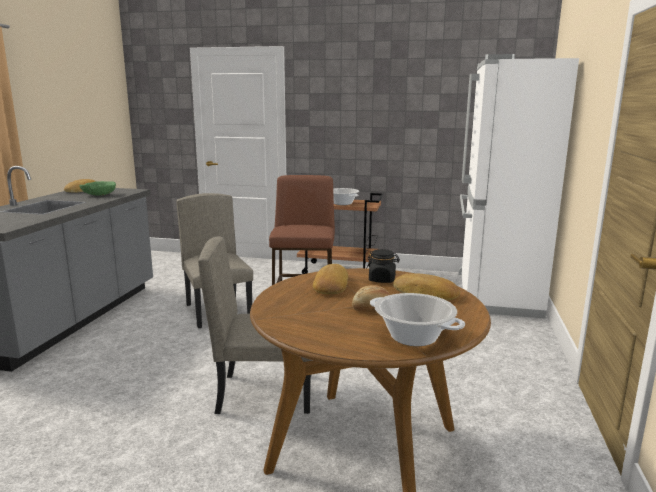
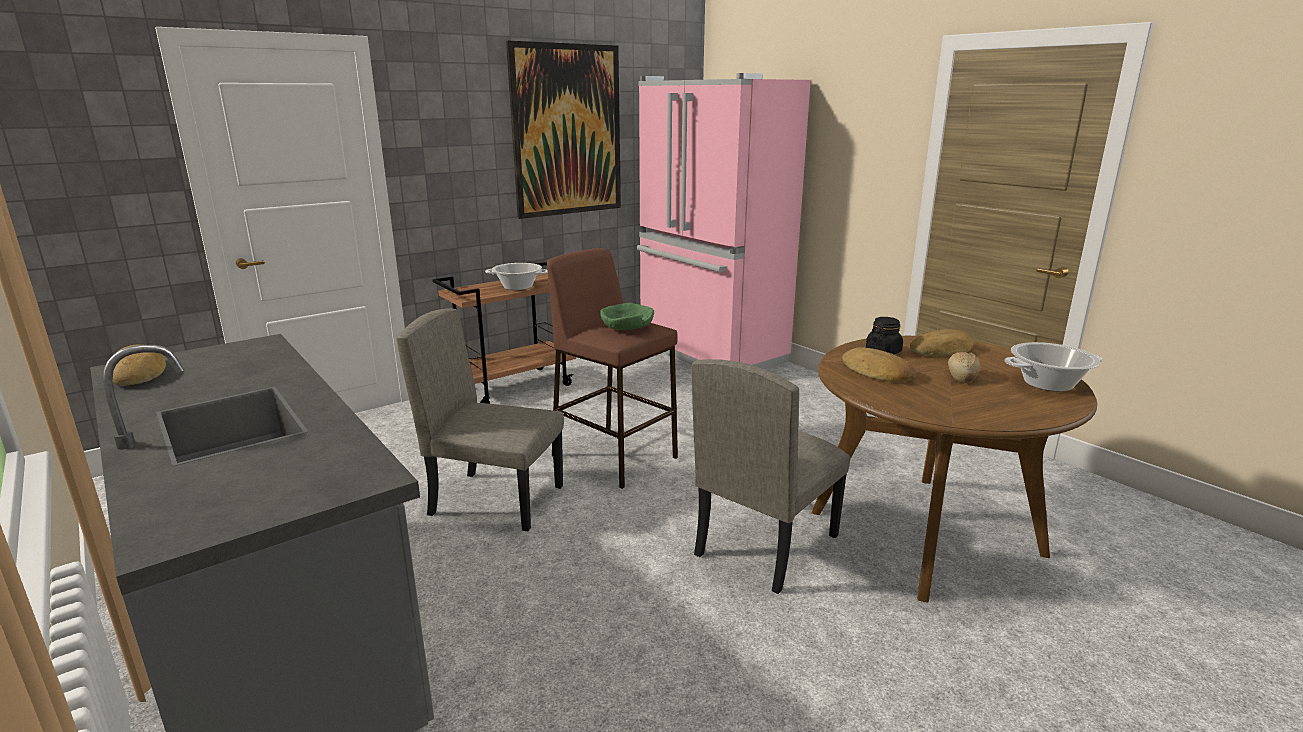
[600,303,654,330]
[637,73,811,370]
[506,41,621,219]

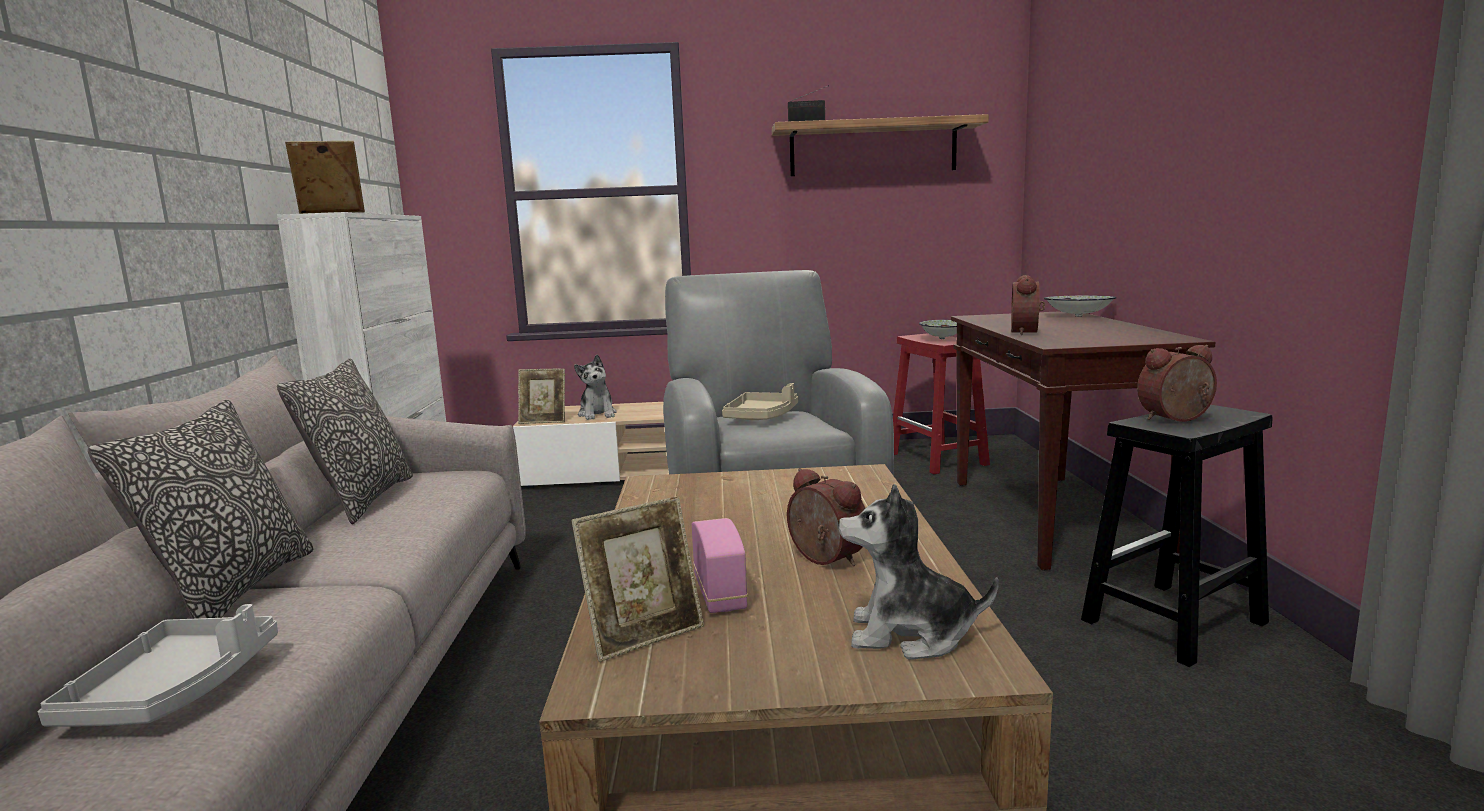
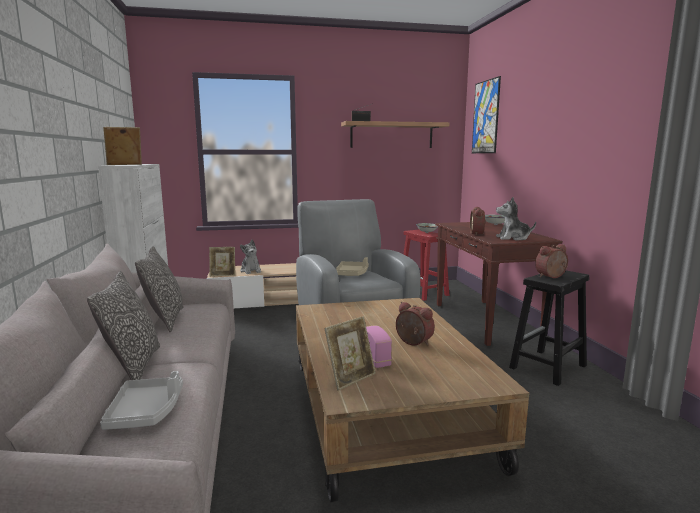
[496,197,536,241]
[472,76,501,153]

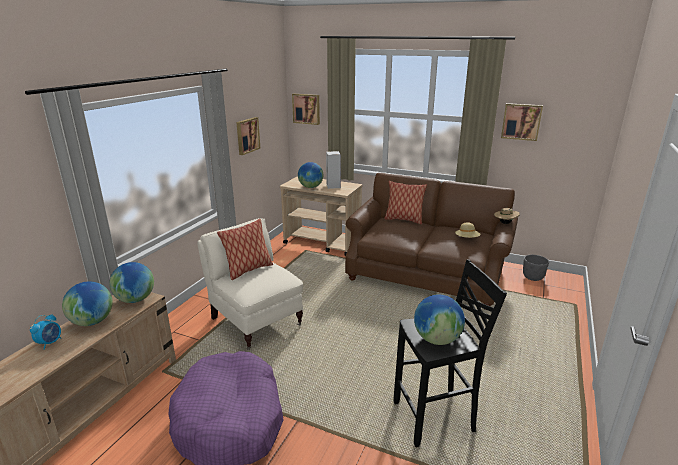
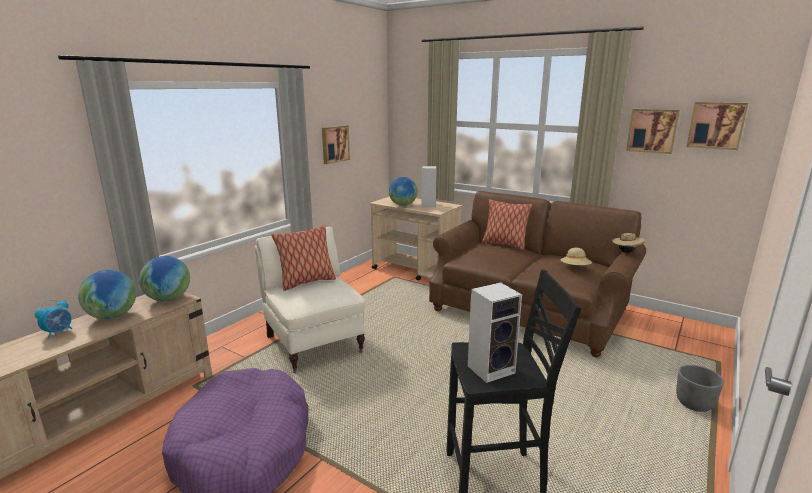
[687,102,748,150]
[468,282,522,383]
[676,365,724,412]

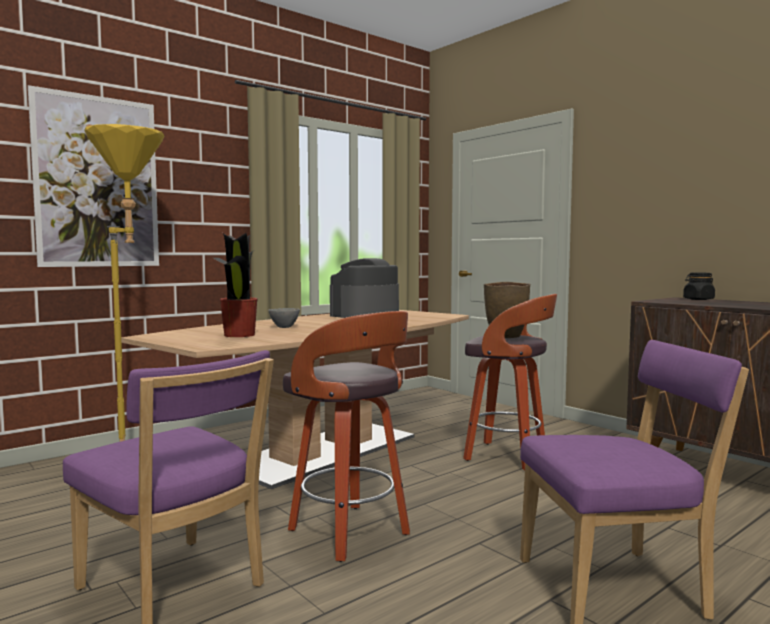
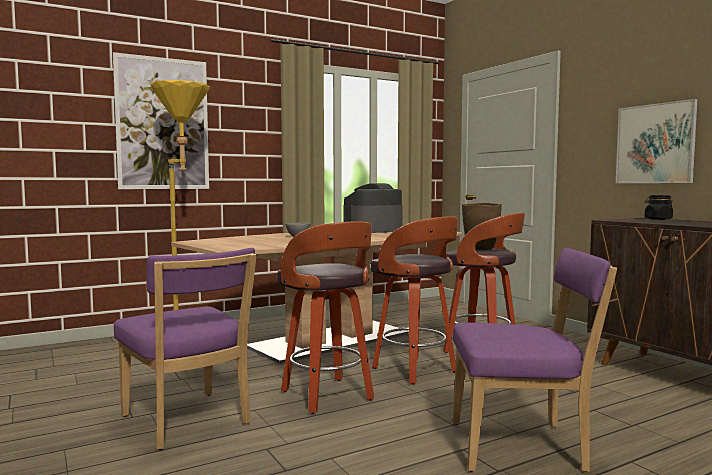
[213,233,258,337] (first image)
[371,216,458,384]
[616,99,698,183]

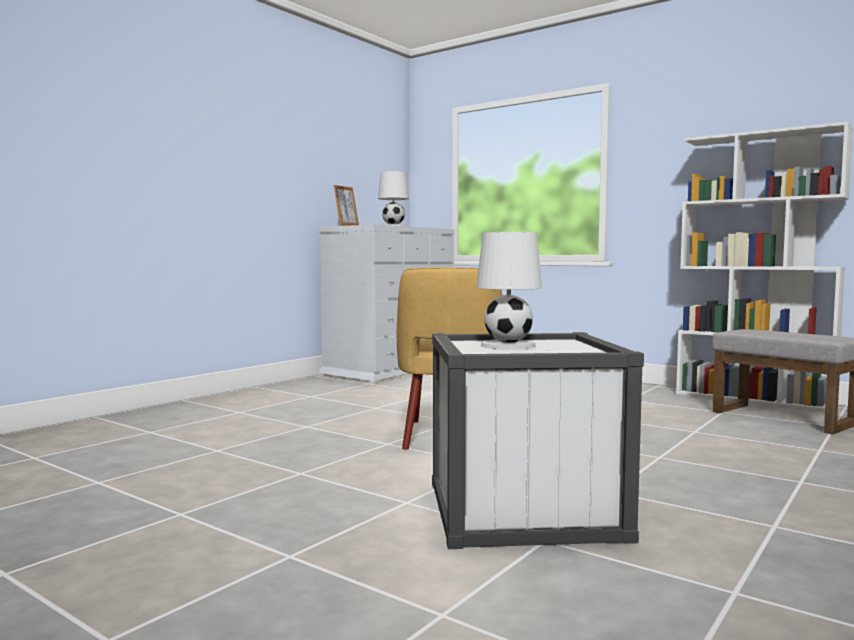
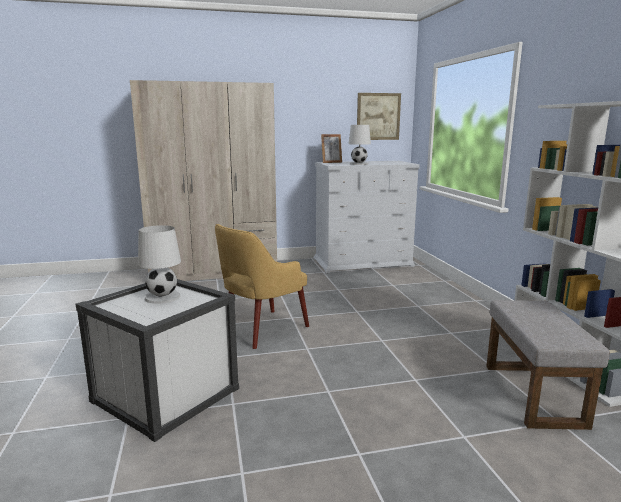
[130,80,277,281]
[357,93,401,140]

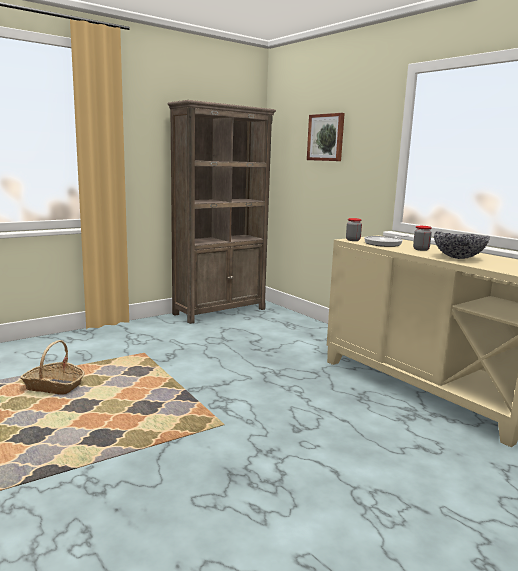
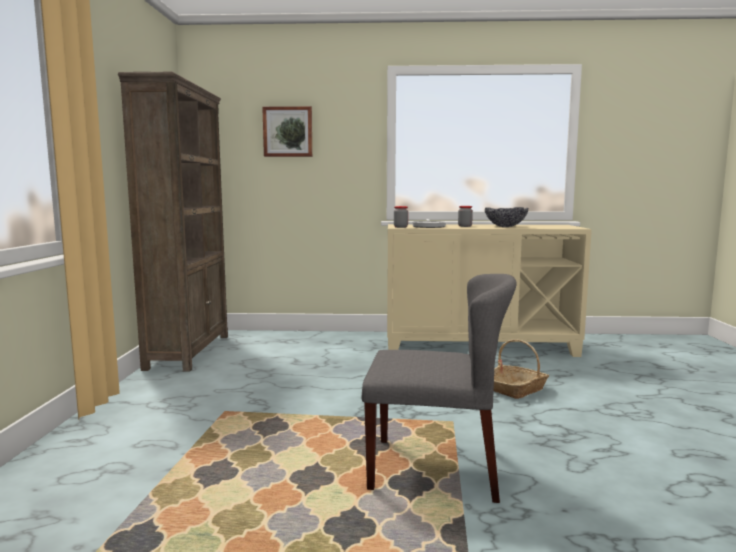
[494,339,549,399]
[362,274,517,503]

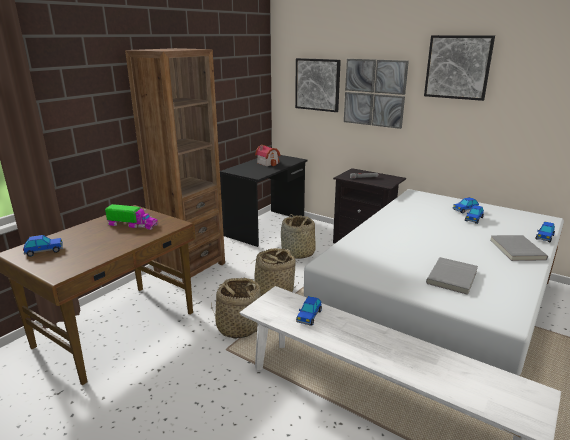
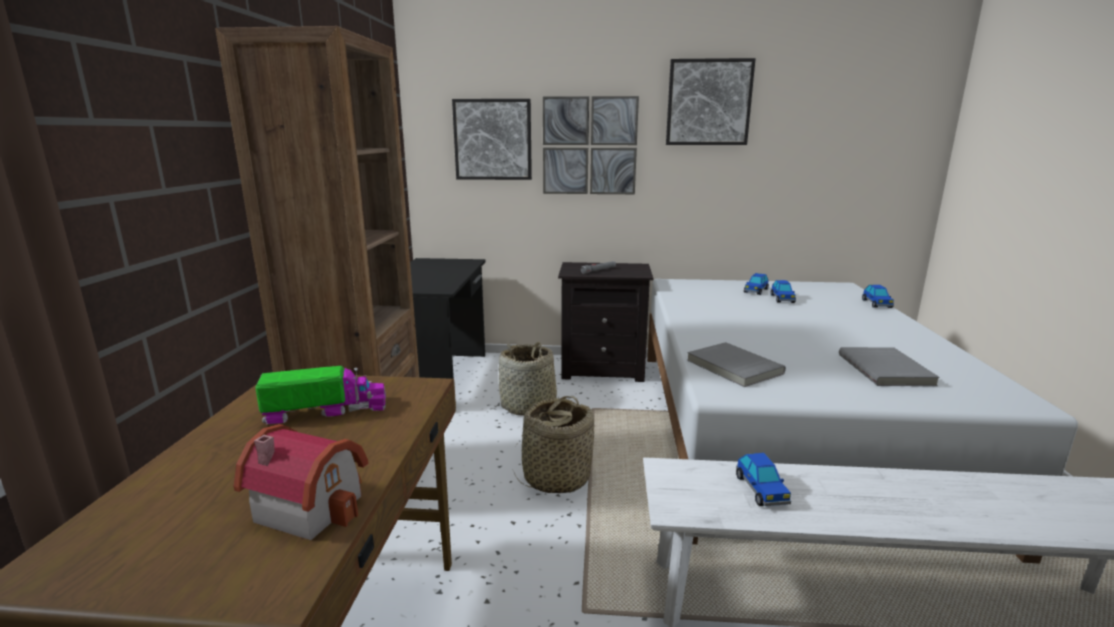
[23,235,63,257] (first image)
[211,278,261,338] (first image)
[234,424,368,540]
[687,342,786,387]

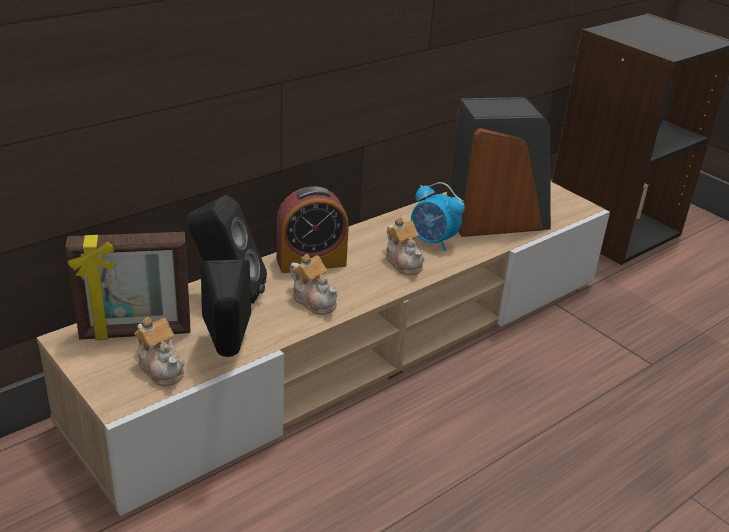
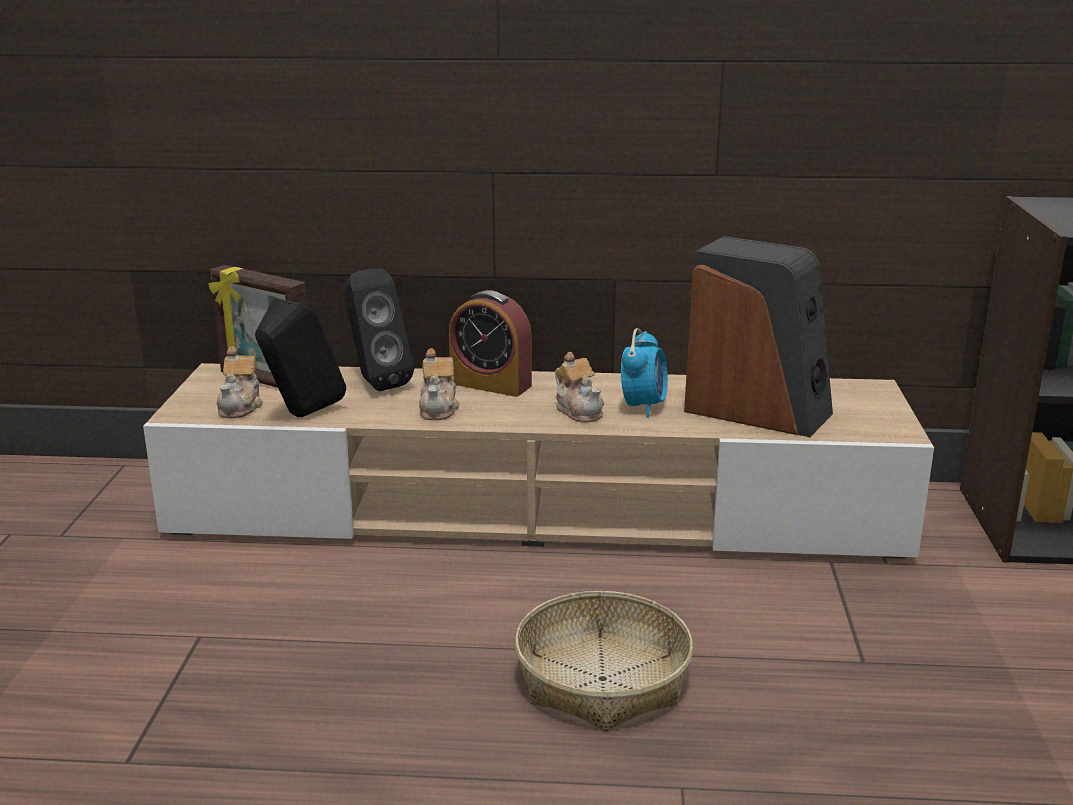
[555,352,604,423]
[621,328,668,417]
[515,591,693,731]

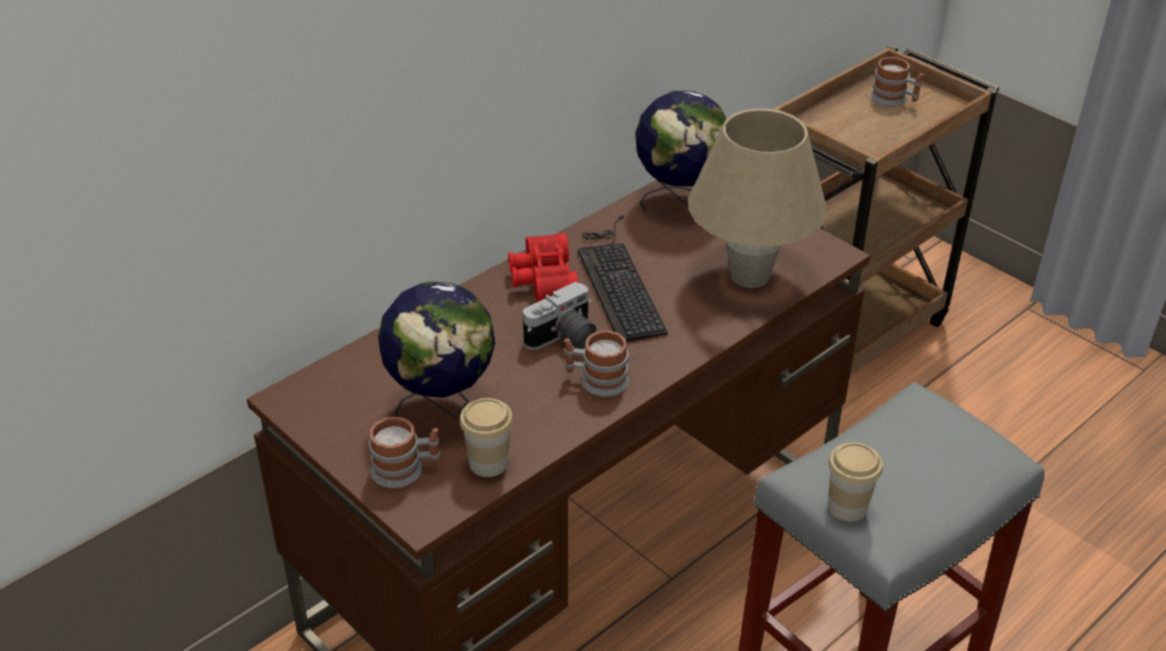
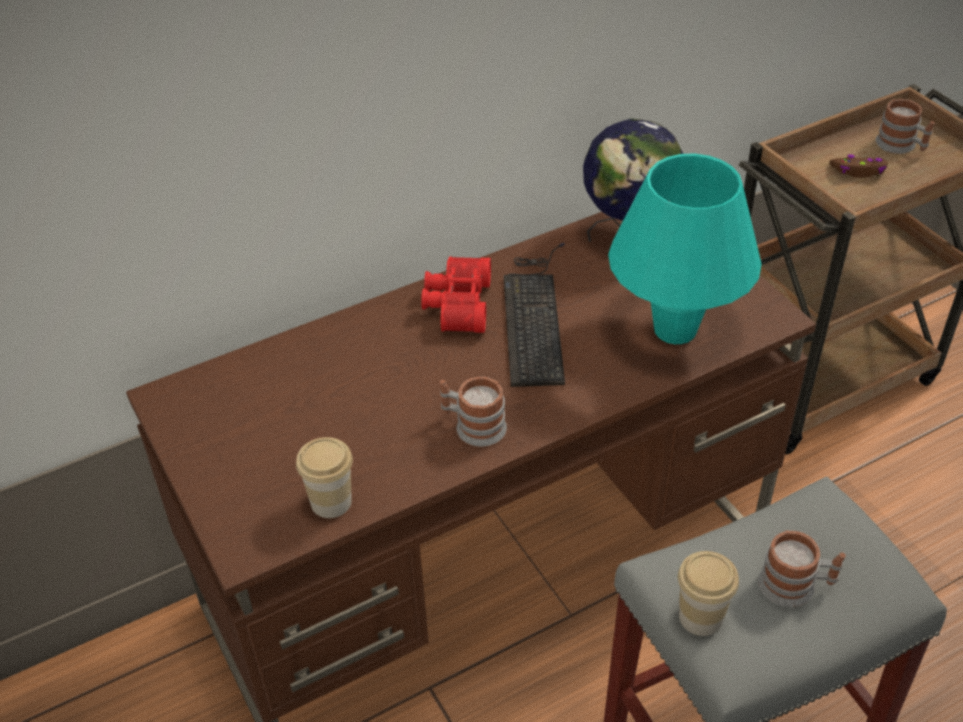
[758,530,846,607]
[378,282,495,418] (first image)
[523,282,597,350] (first image)
[608,153,762,344]
[829,154,888,178]

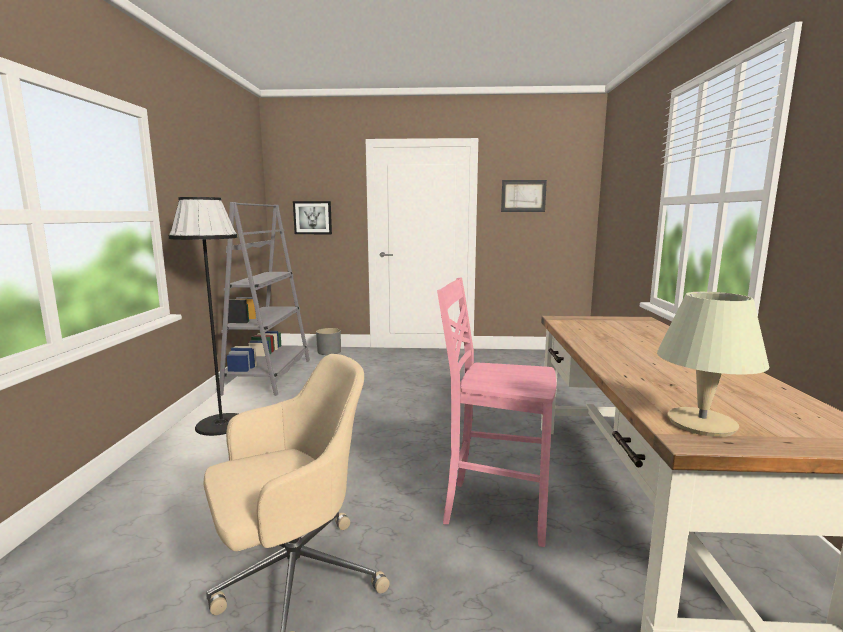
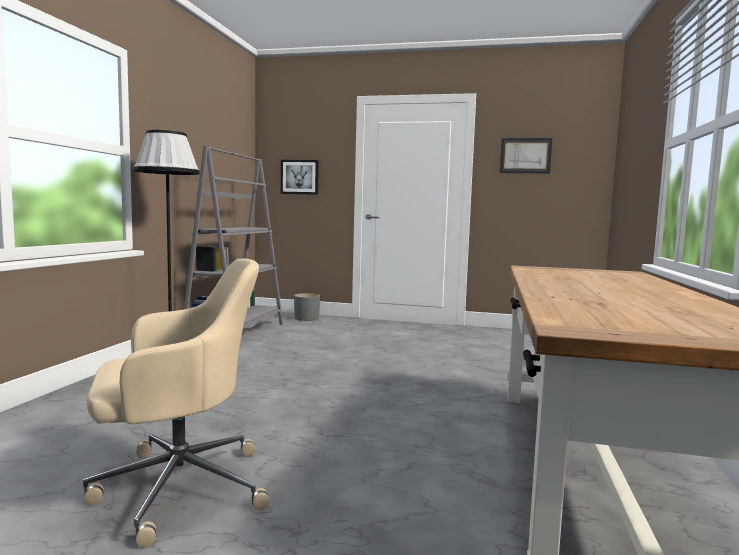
[437,277,557,547] (first image)
[657,292,769,437] (first image)

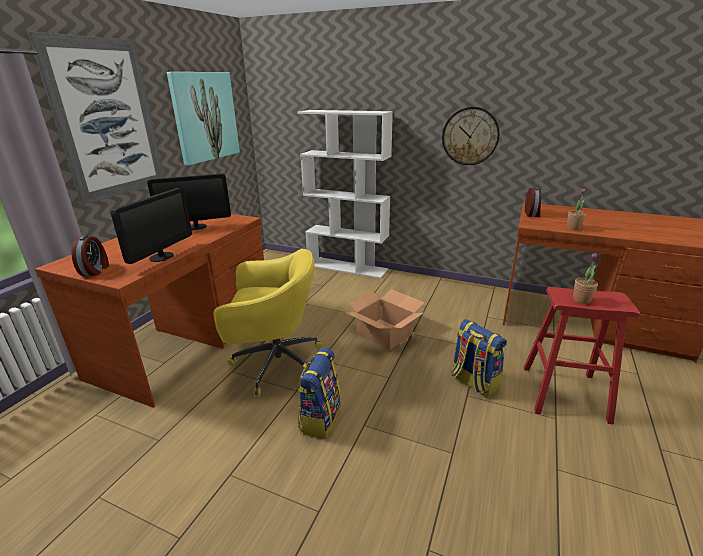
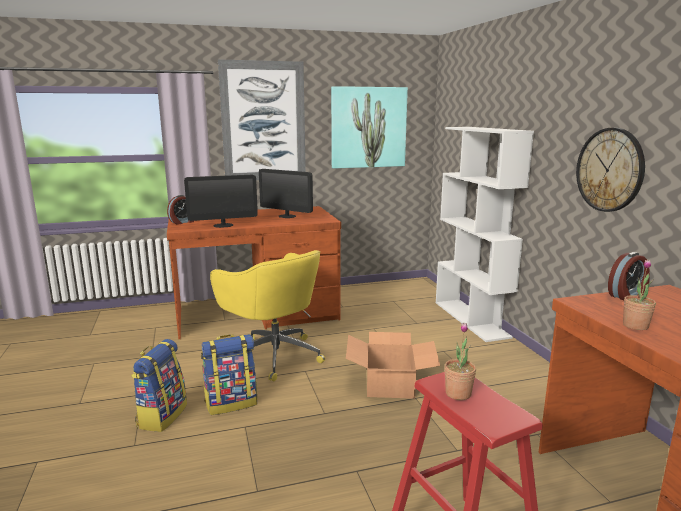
[131,339,187,432]

